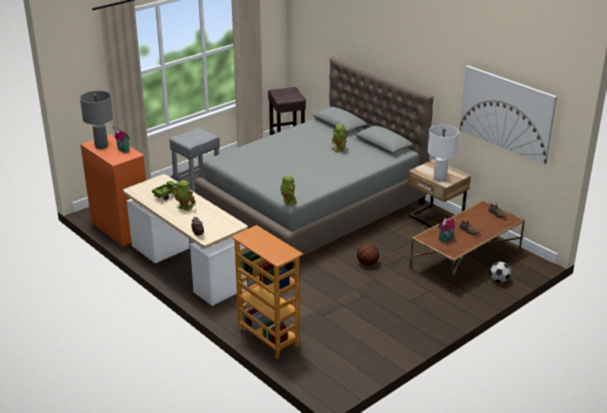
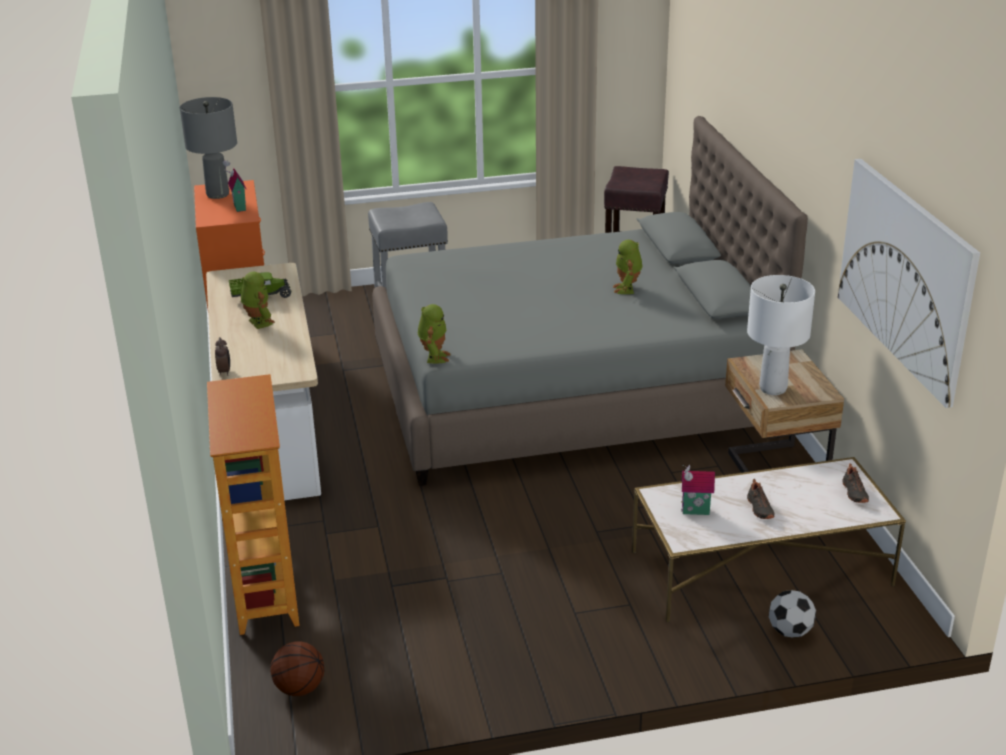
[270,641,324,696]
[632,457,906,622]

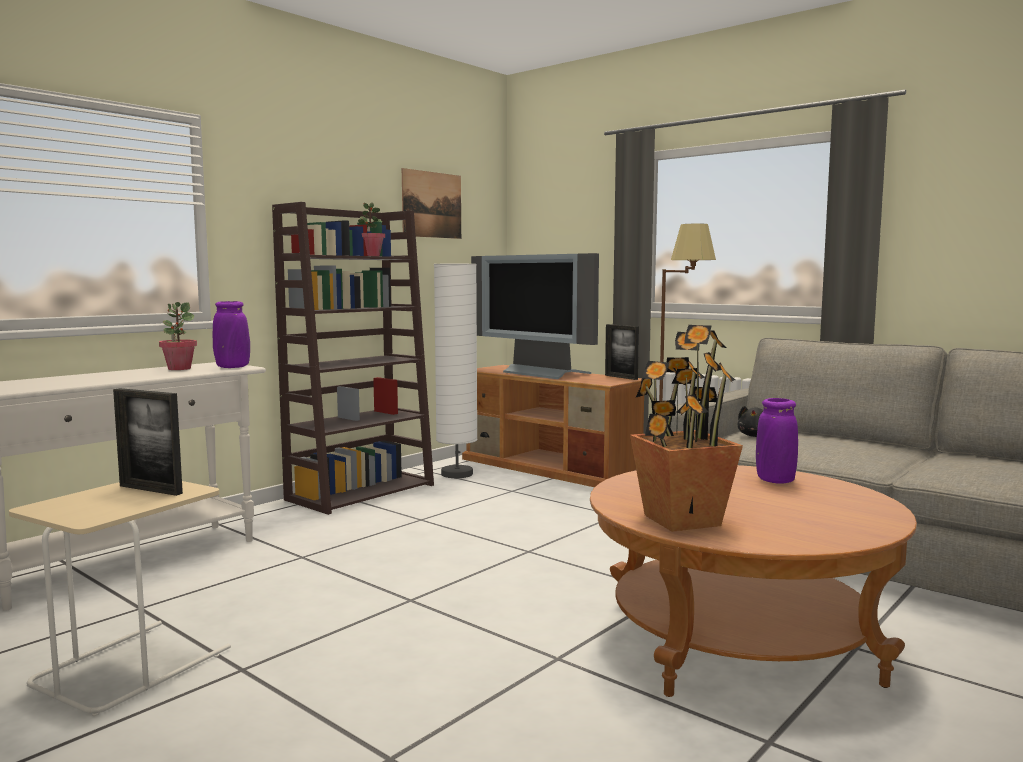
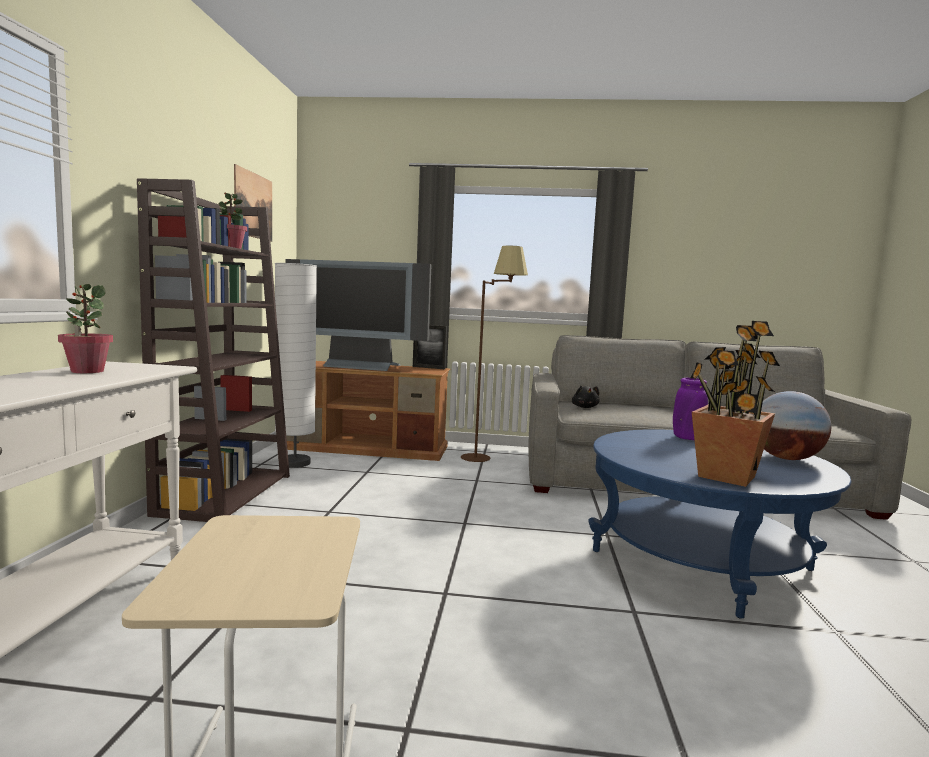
[113,388,183,496] (first image)
[213,301,250,368] (first image)
[588,429,851,619]
[761,391,831,460]

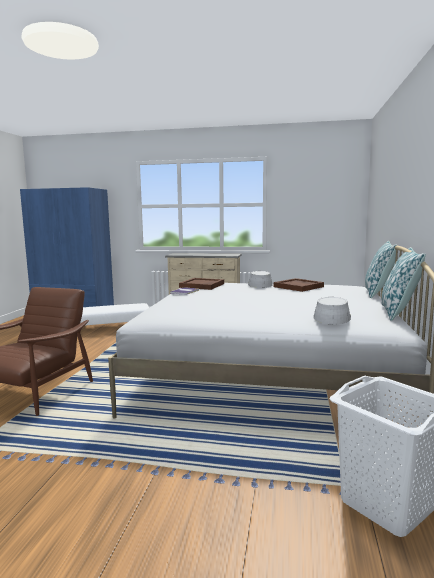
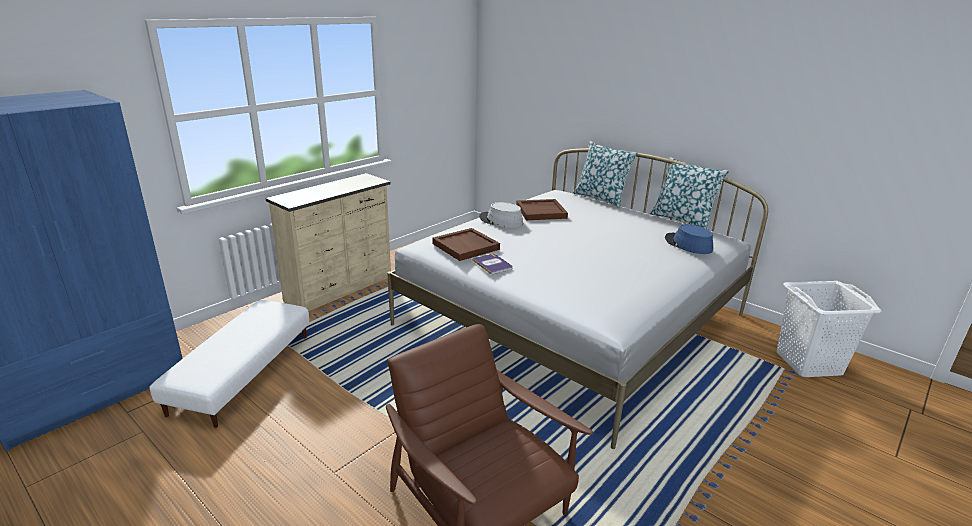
[665,224,713,254]

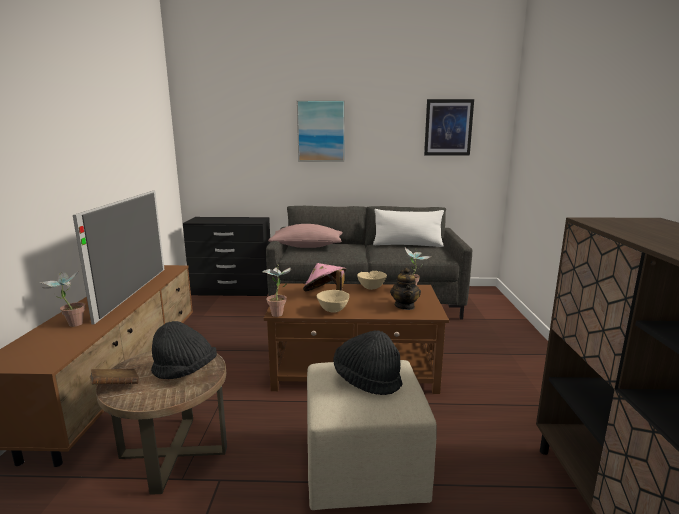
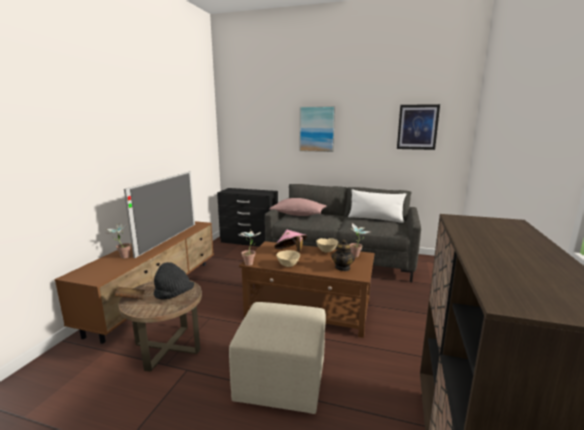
[333,331,403,395] (first image)

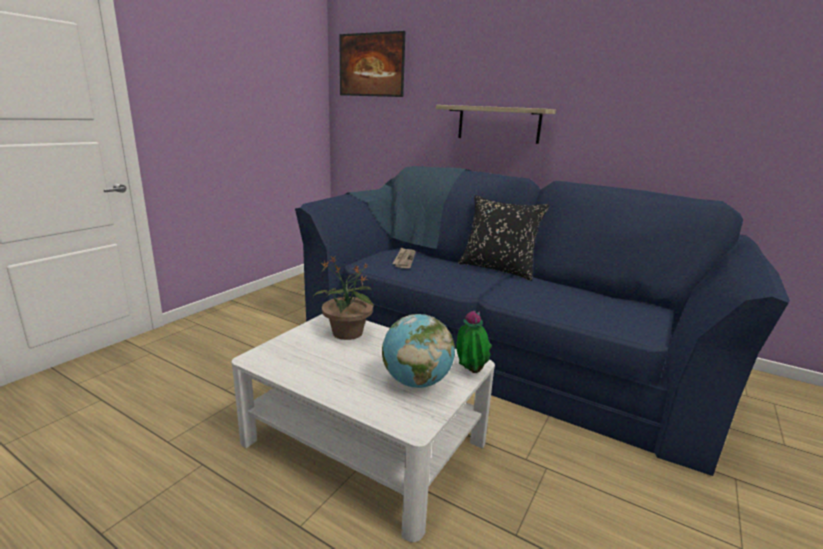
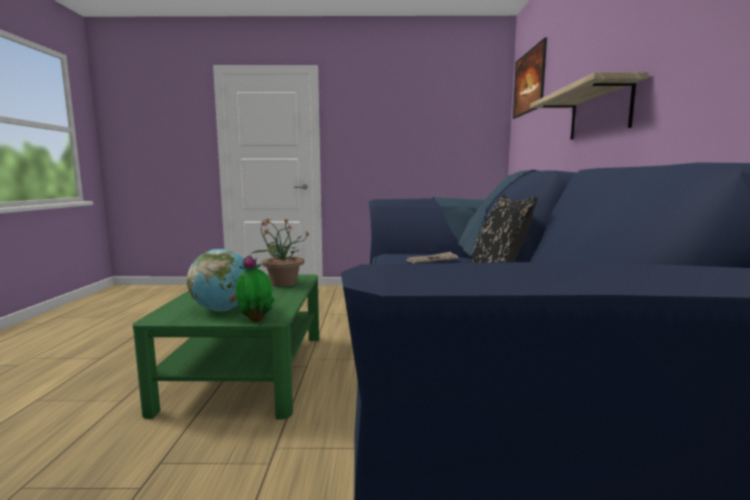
[132,274,319,419]

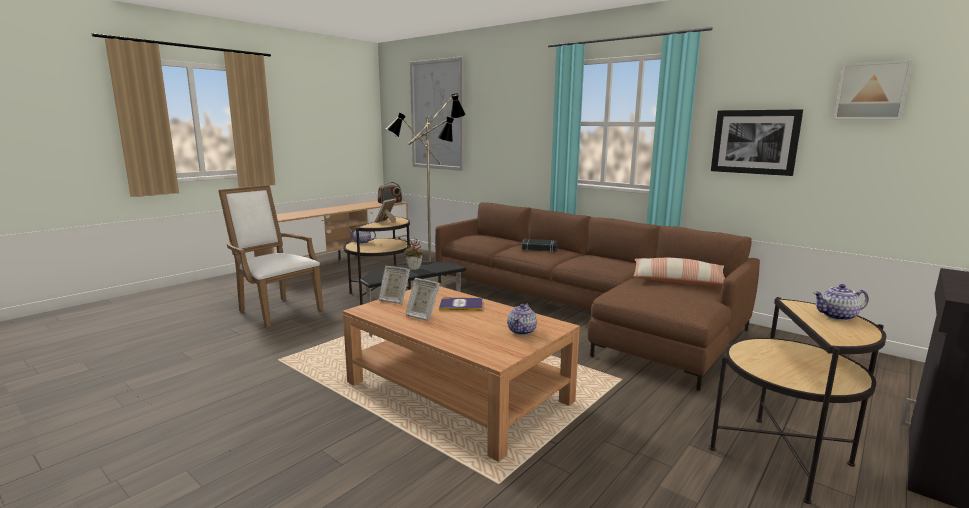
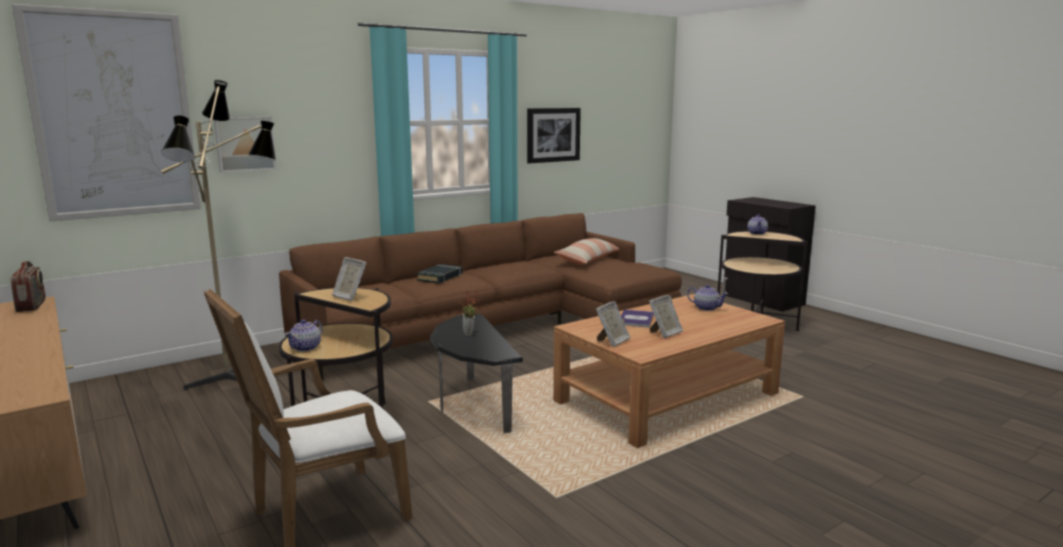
[214,117,277,173]

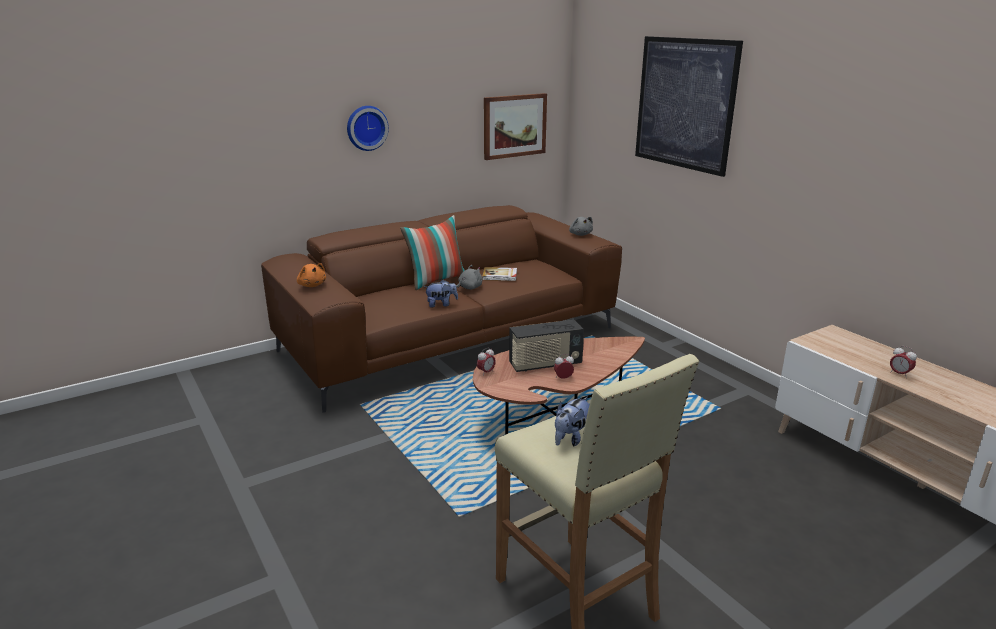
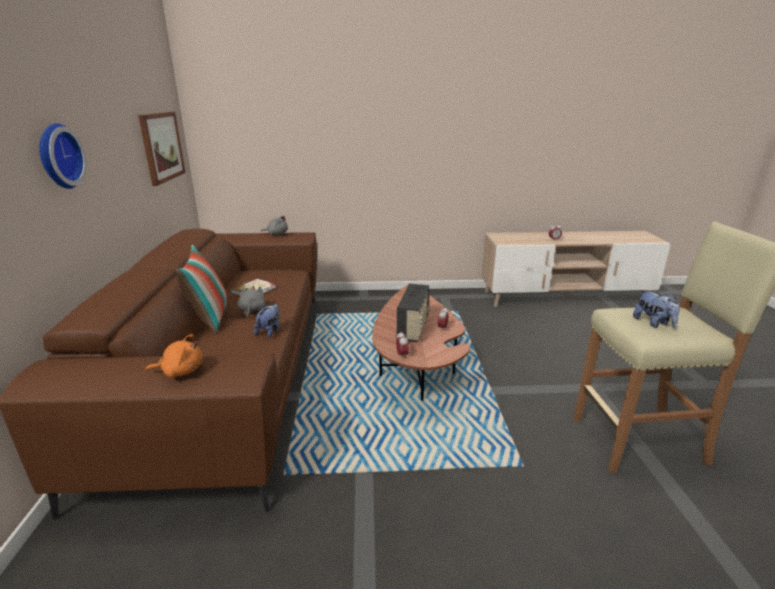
[635,36,743,177] (first image)

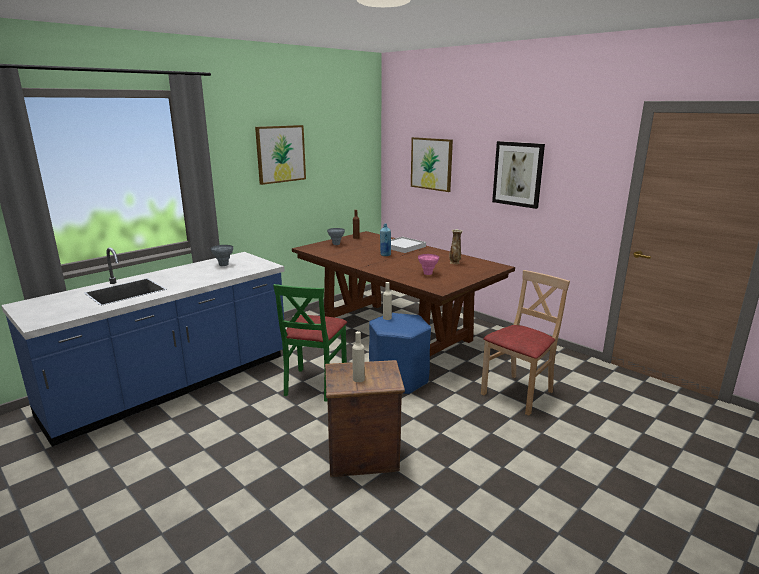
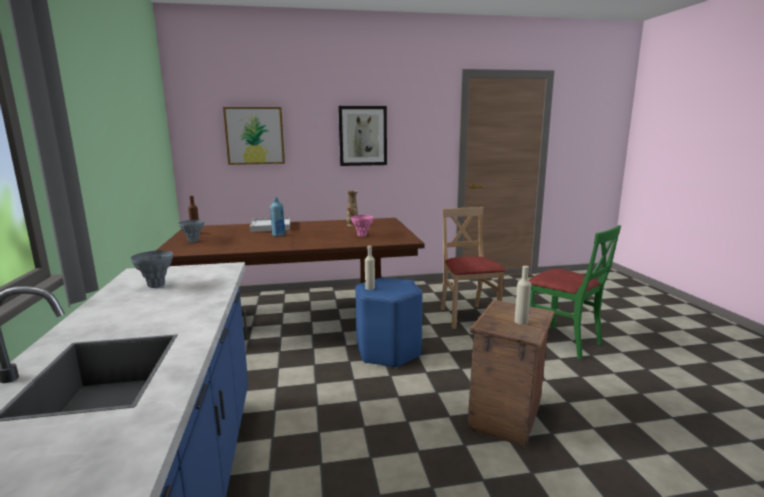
[255,125,306,185] (first image)
[528,225,621,360]

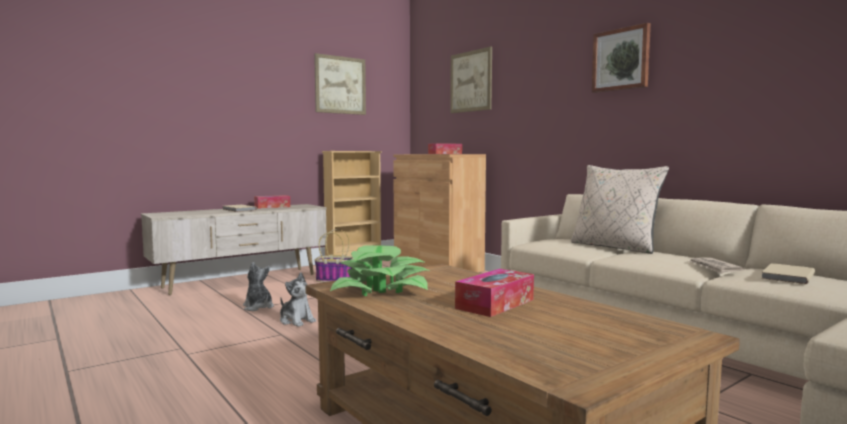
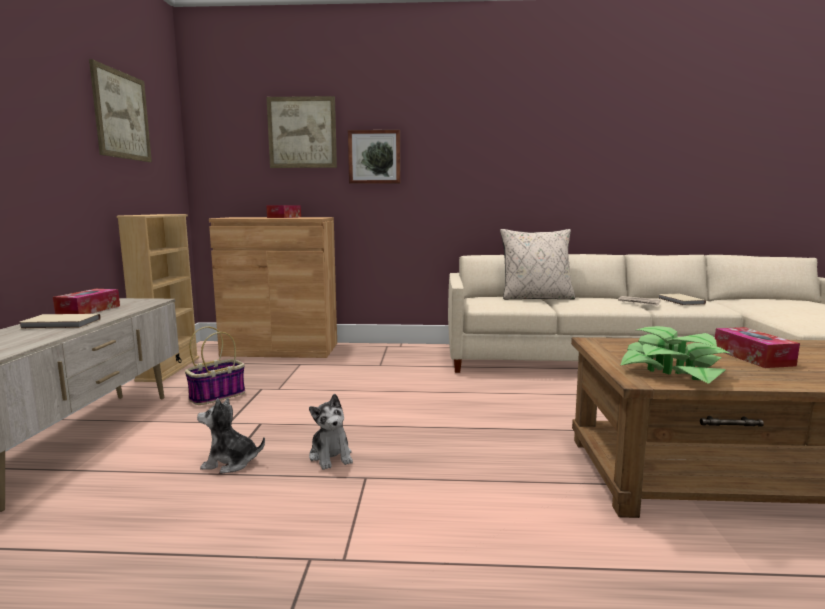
[309,394,353,470]
[348,130,400,184]

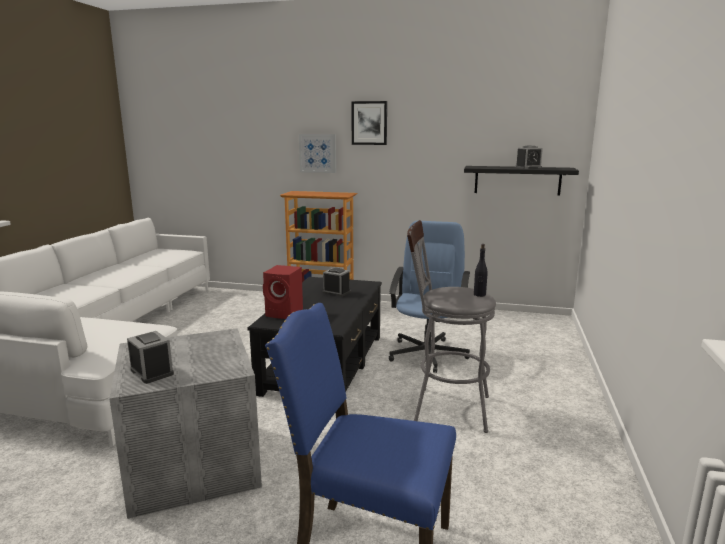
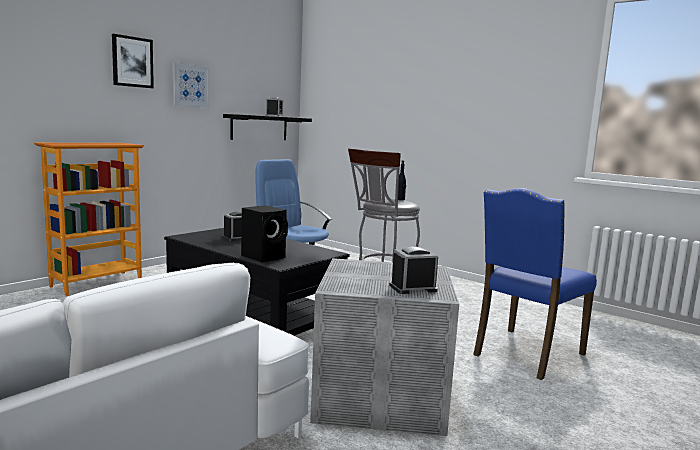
[241,205,288,262]
[173,62,210,108]

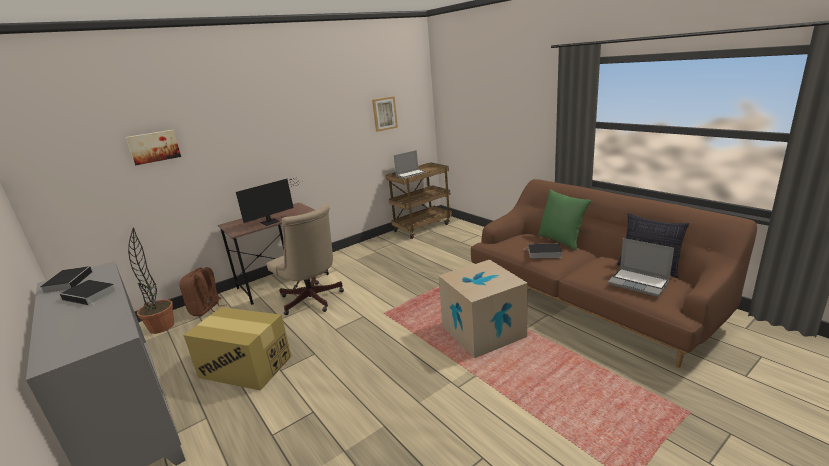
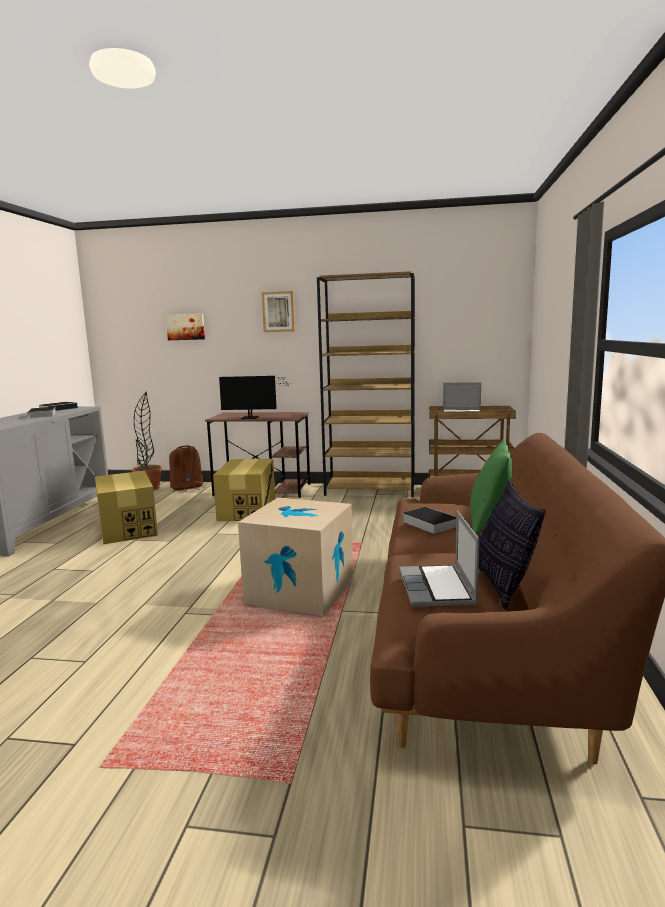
[213,459,275,521]
[262,291,295,332]
[317,271,415,497]

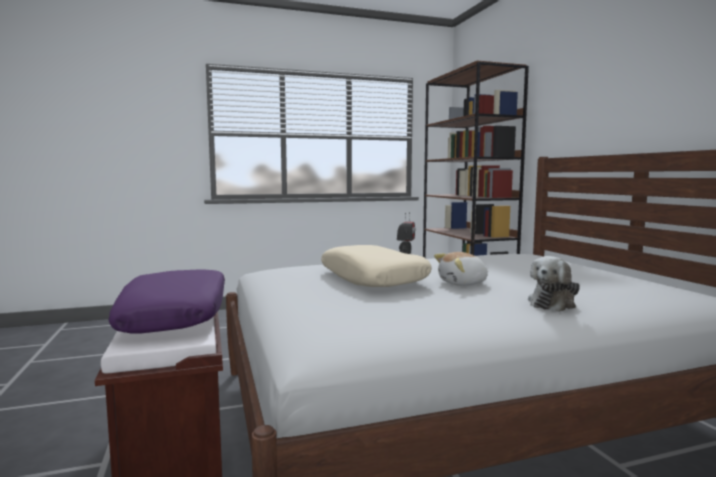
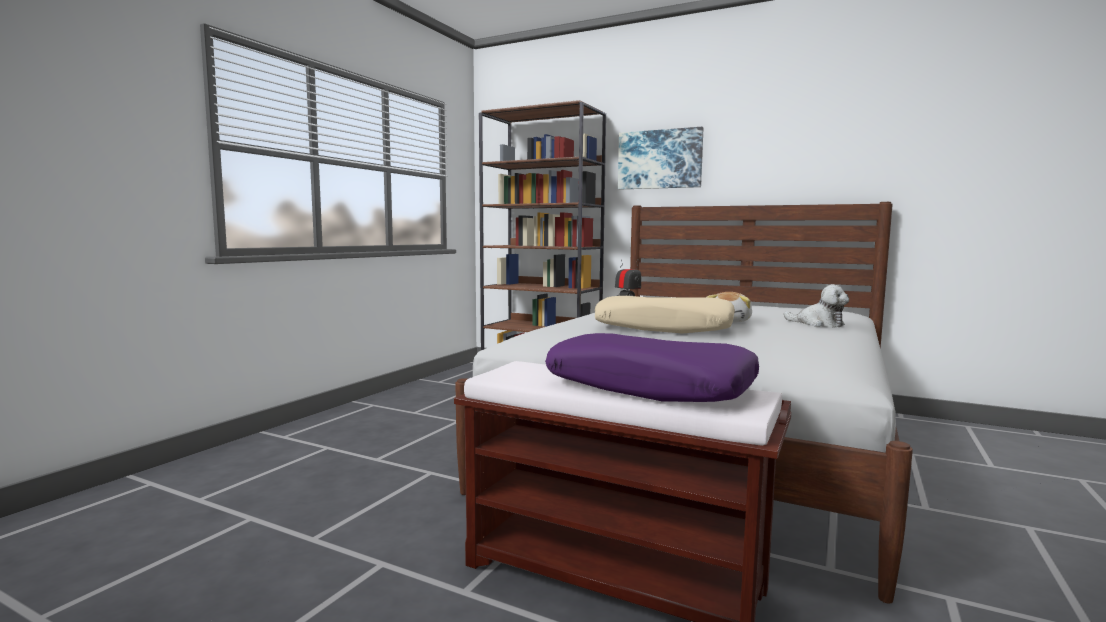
[784,285,849,327]
[618,127,703,189]

